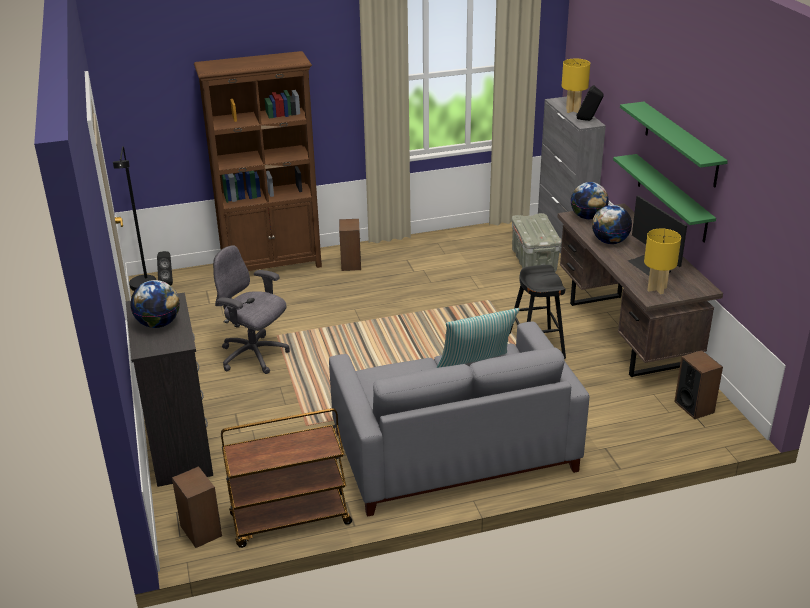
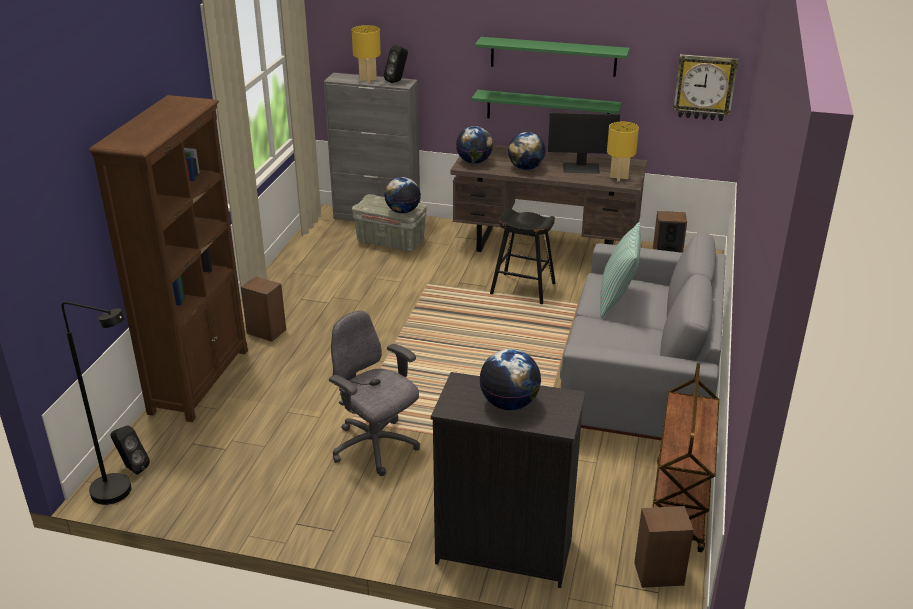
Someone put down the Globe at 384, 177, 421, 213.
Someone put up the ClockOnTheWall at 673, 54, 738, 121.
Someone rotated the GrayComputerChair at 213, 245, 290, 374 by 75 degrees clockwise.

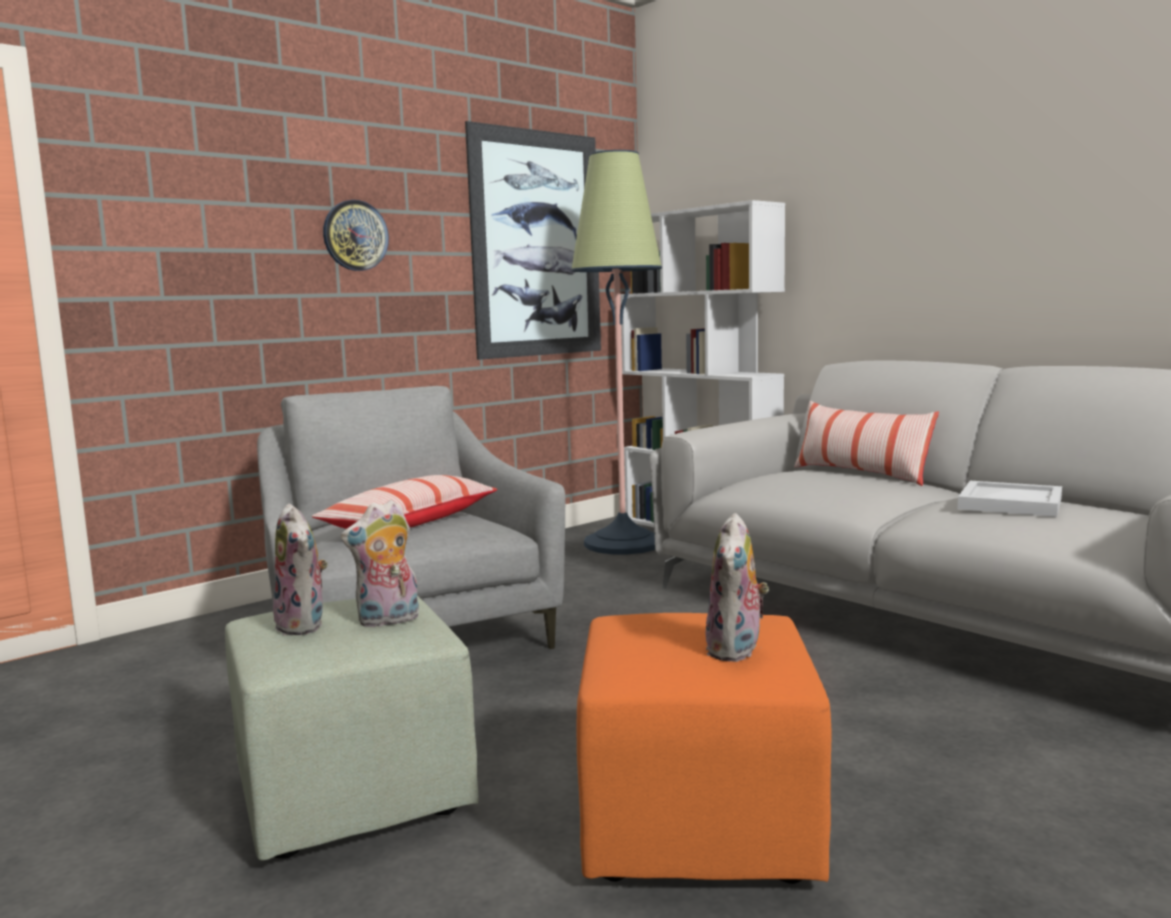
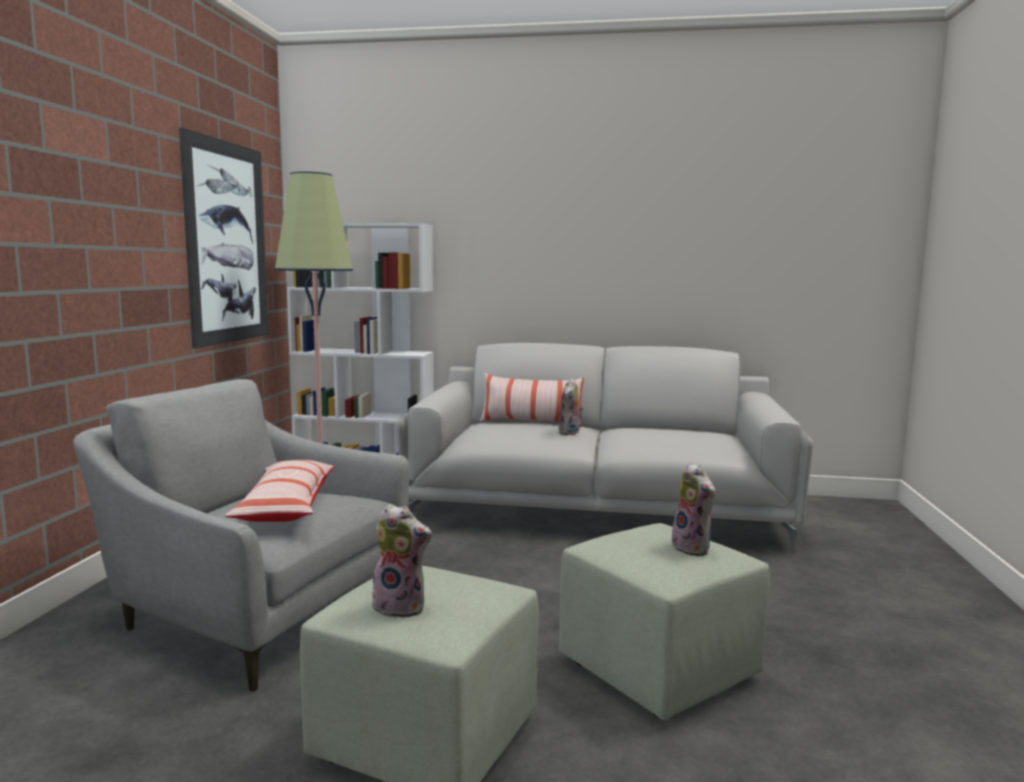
Someone took away the ClockOnTheWall at 323, 200, 389, 271.
Someone took away the WhiteColouredCarryingTray at 958, 481, 1062, 517.
Someone carried the SoftToy from 341, 500, 419, 627 to 558, 378, 584, 436.
Someone repainted the OrangeColouredOttoman at 577, 613, 832, 884, which became the GreenColouredOttoman at 559, 523, 770, 720.

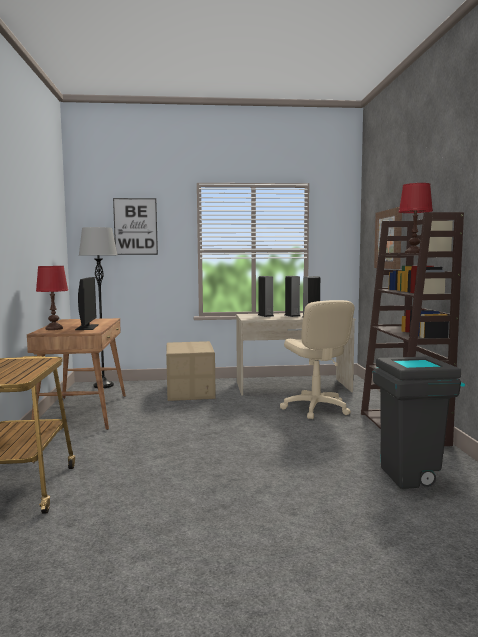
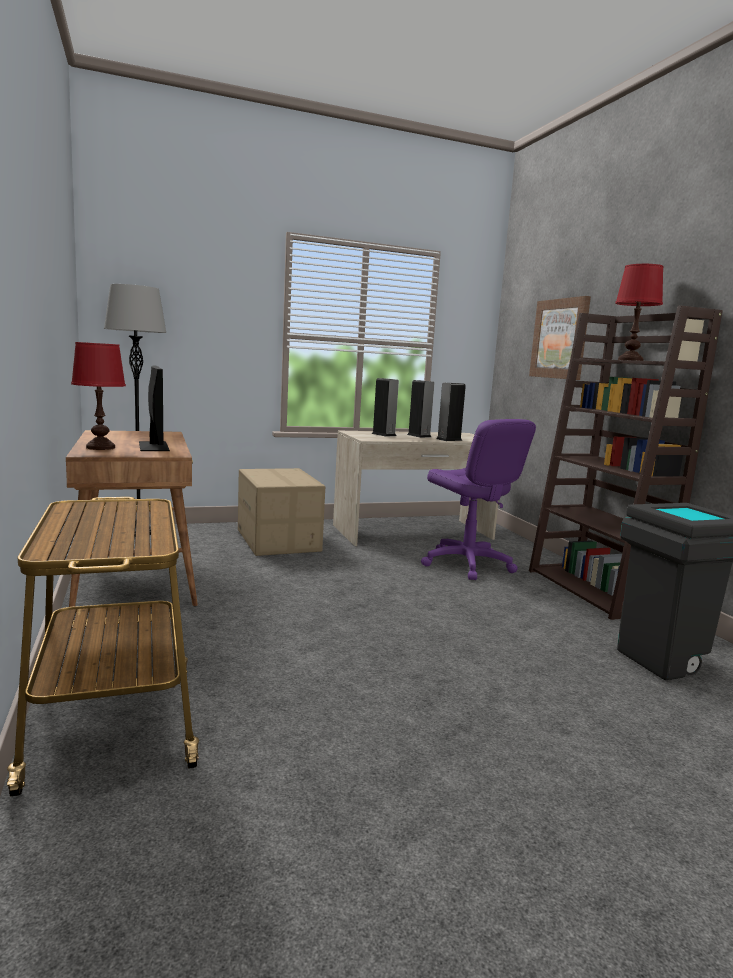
Someone took away the WallArt at 113, 198, 158, 255.
Someone repainted the SandColouredComputerChair at 280, 300, 355, 419, which became the PurpleColouredComputerChair at 421, 419, 536, 580.

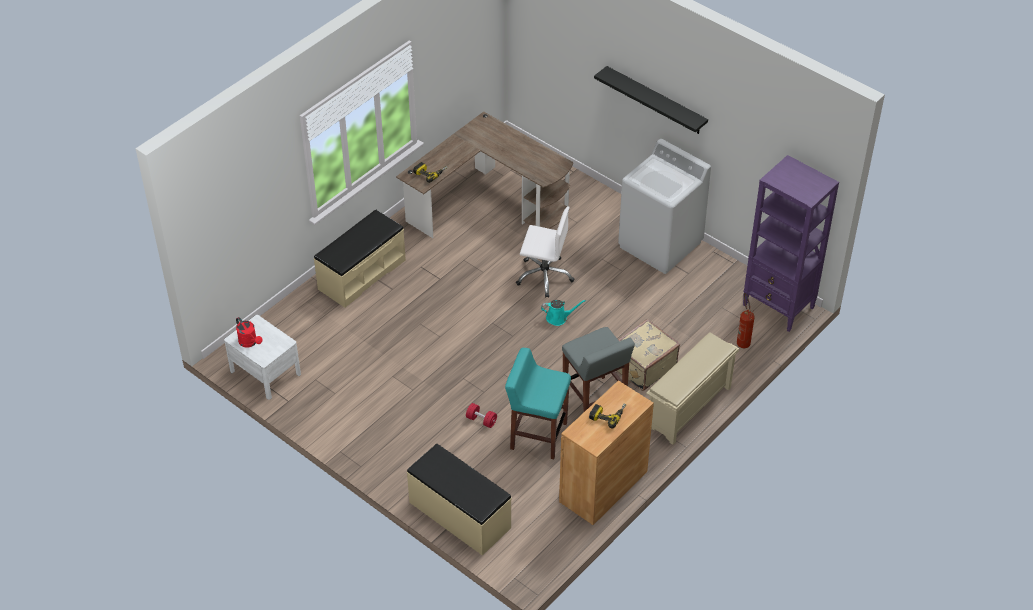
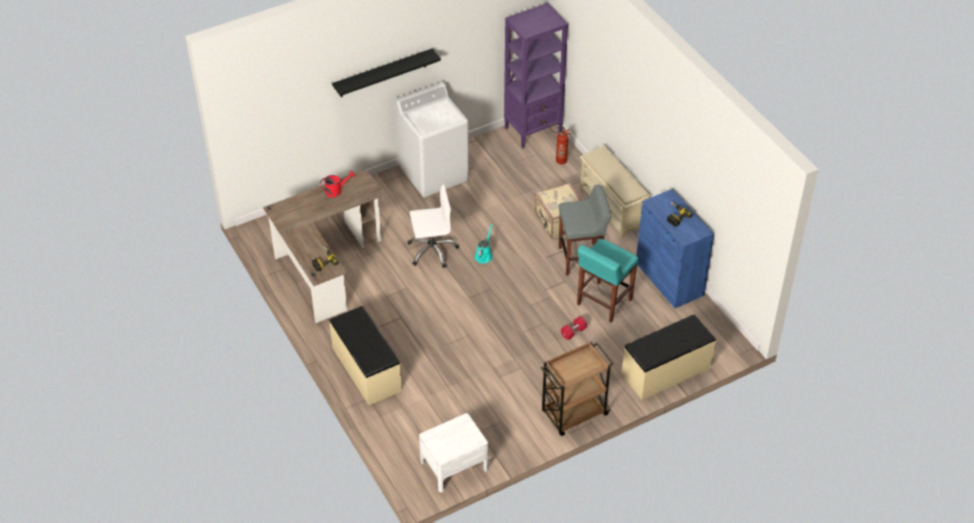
Someone put down the BrownColouredWheeledCart at 541, 342, 614, 436.
Someone carried the ReddishWateringCan from 236, 317, 262, 348 to 320, 171, 355, 198.
Someone repainted the BrownColouredStorageCabinet at 559, 380, 654, 525, which became the BlueStorageCabinet at 636, 189, 714, 308.
Someone rotated the WhiteColouredComputerChair at 516, 206, 574, 298 by 45 degrees clockwise.

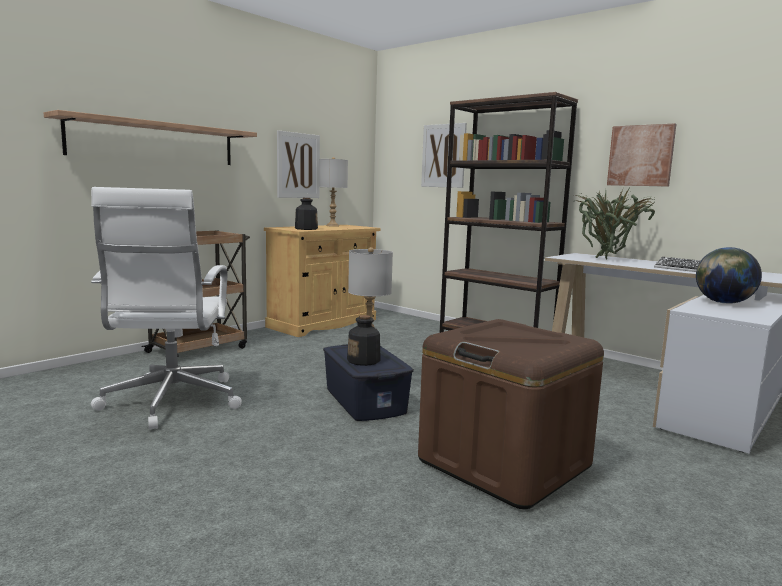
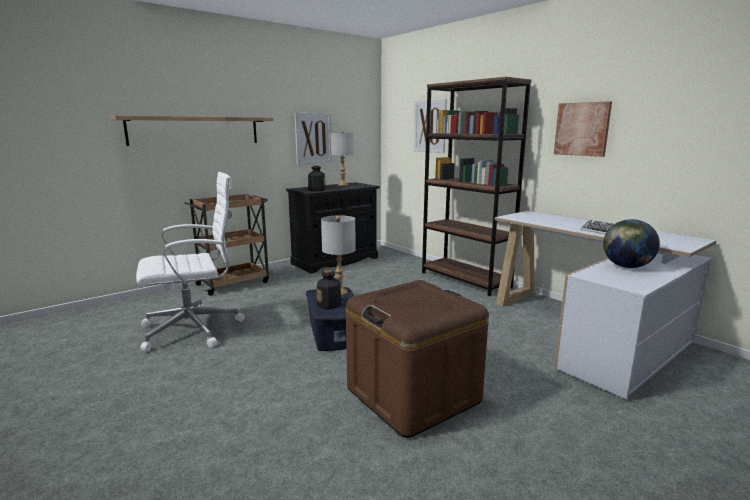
Someone took away the PottedPlant at 575, 186, 657, 260.
Someone repainted the SandColouredStorageCabinet at 264, 225, 381, 337, which became the BlackStorageCabinet at 286, 182, 380, 273.
Someone rotated the WhiteColouredComputerChair at 91, 187, 242, 430 by 120 degrees counterclockwise.

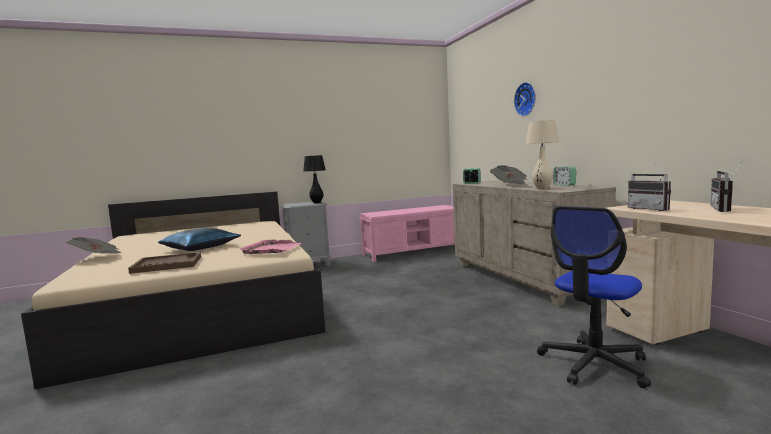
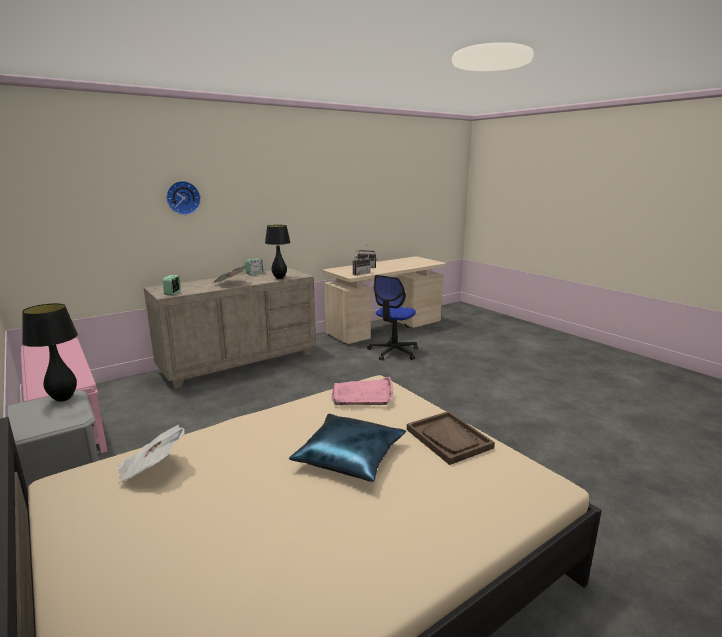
Someone carried the Newspaper from 66, 237, 121, 254 to 118, 425, 184, 484.
Someone repainted the SandColouredTableLamp at 526, 120, 559, 189, which became the BlackTableLamp at 265, 225, 291, 279.
Someone rotated the ComputerChair at 537, 206, 651, 388 by 90 degrees clockwise.

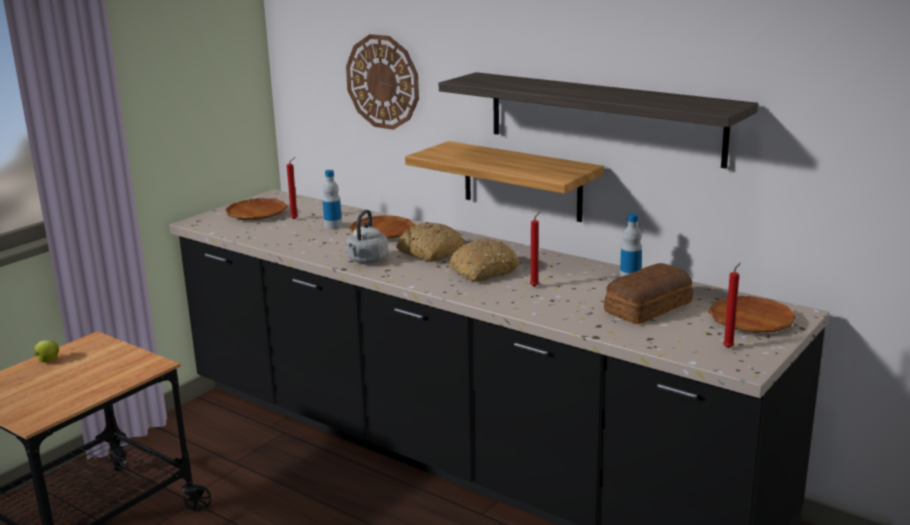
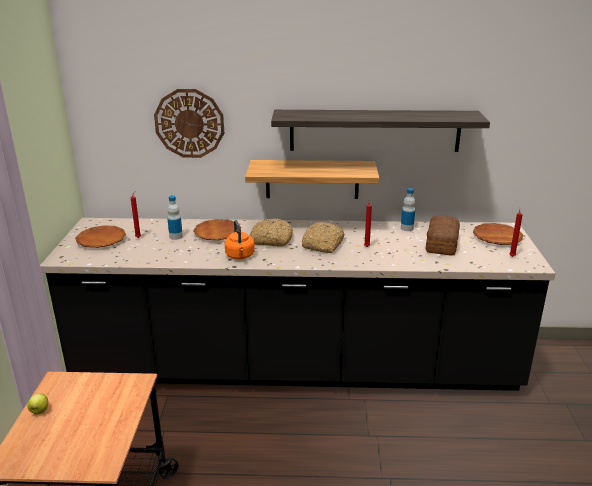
Someone repainted the GrayKettle at 347, 210, 388, 263, which became the OrangeColouredKettle at 225, 220, 255, 259.

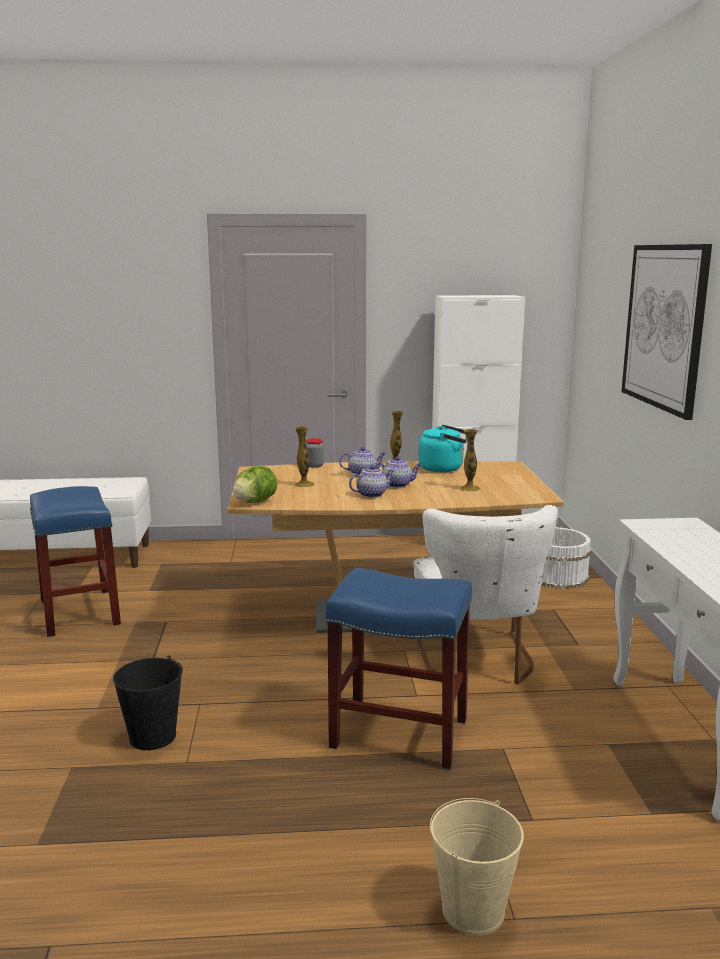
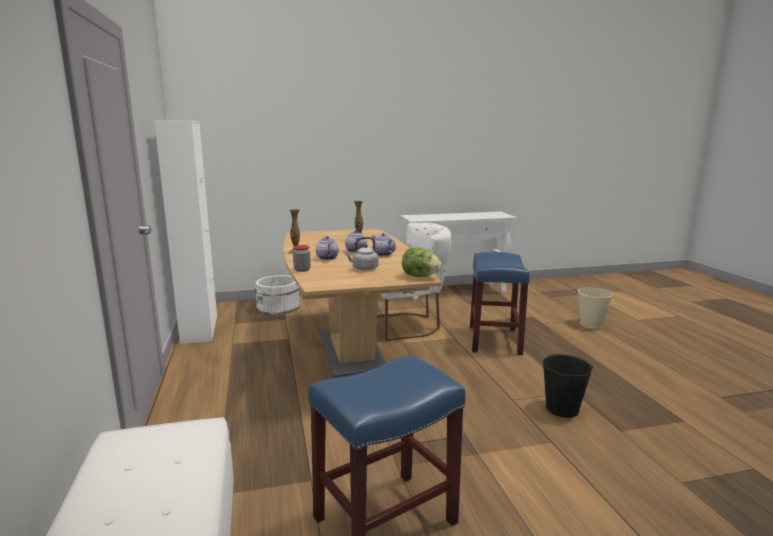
Someone took away the TurquoiseColouredKettle at 418, 425, 467, 472.
Someone took away the WallArt at 621, 244, 712, 420.
Someone swapped the FlowerVase at 294, 426, 315, 487 for the GrayKettle at 345, 237, 379, 271.

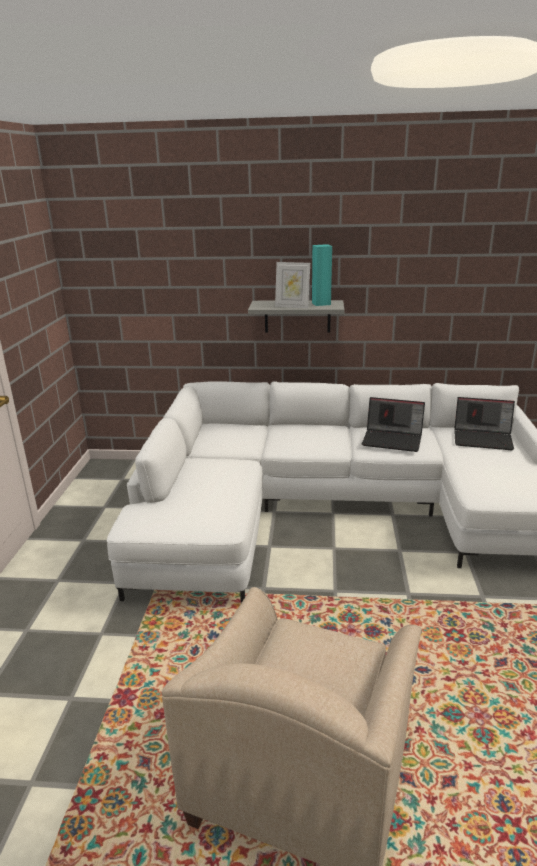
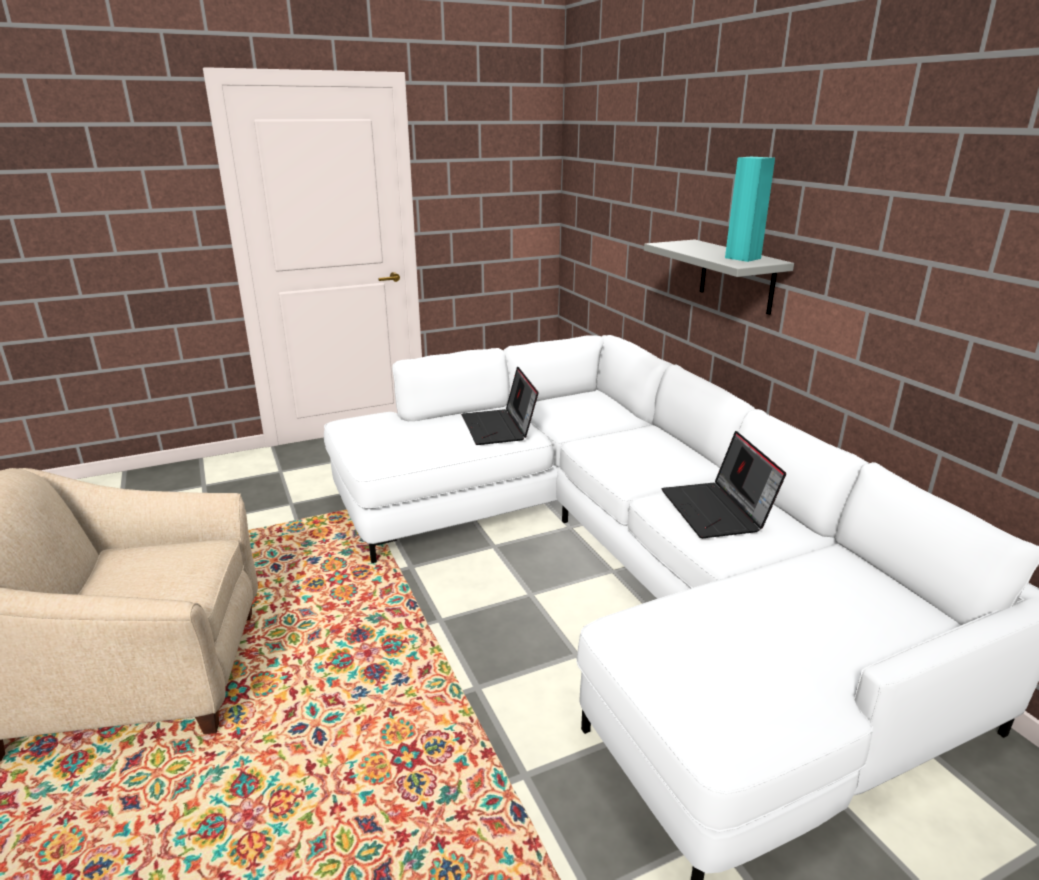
Someone took away the PhotoFrame at 275, 262, 310, 308.
Someone carried the NotebookComputer from 454, 397, 515, 450 to 461, 366, 539, 445.

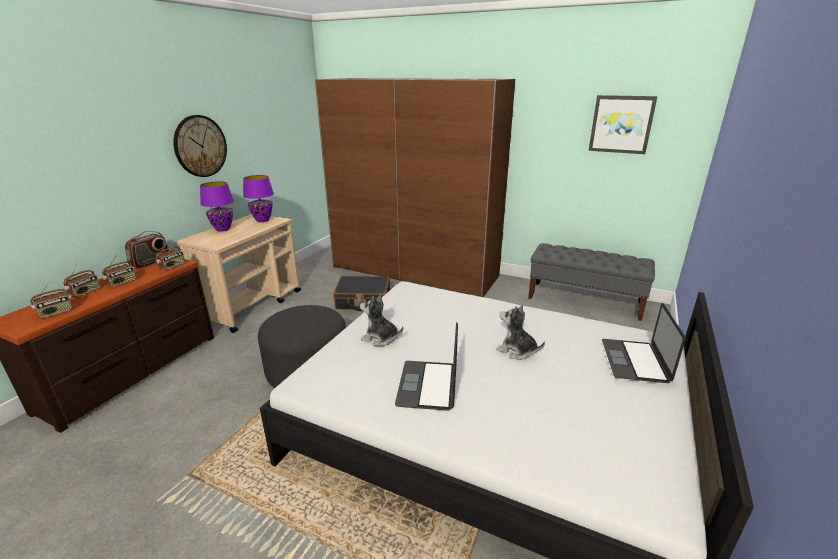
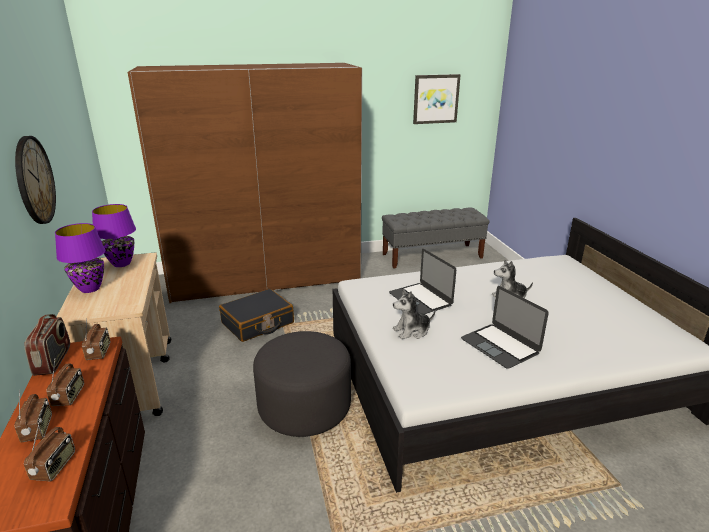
Someone carried the NotebookComputer from 602, 303, 686, 383 to 389, 249, 456, 314.

